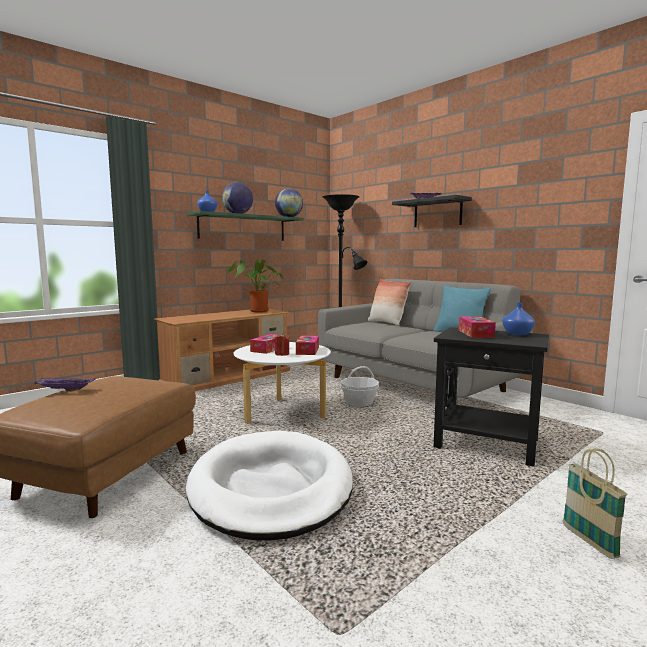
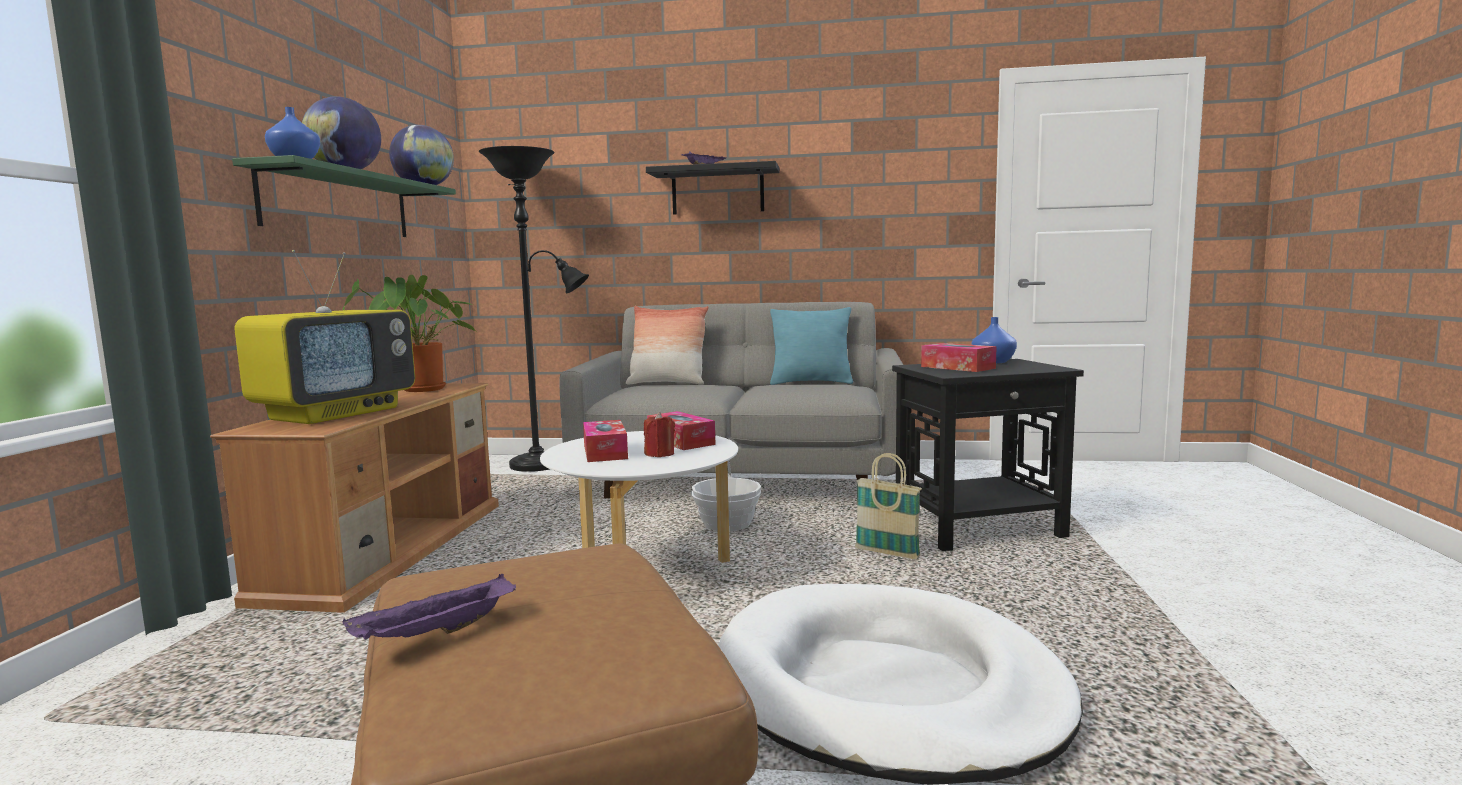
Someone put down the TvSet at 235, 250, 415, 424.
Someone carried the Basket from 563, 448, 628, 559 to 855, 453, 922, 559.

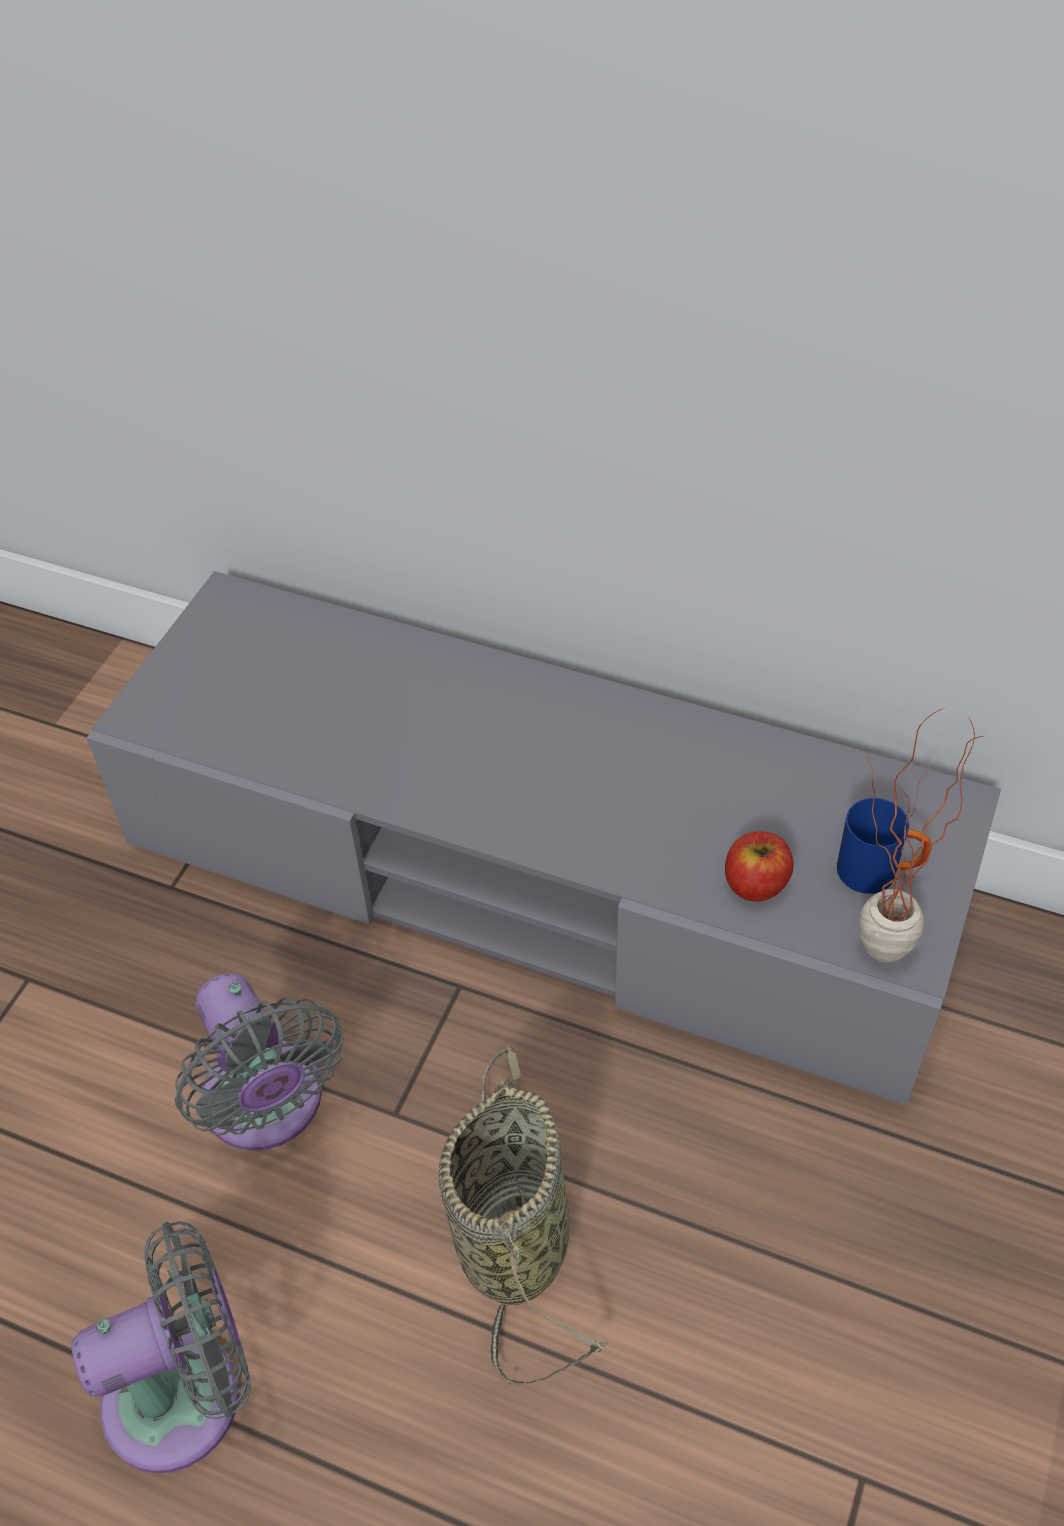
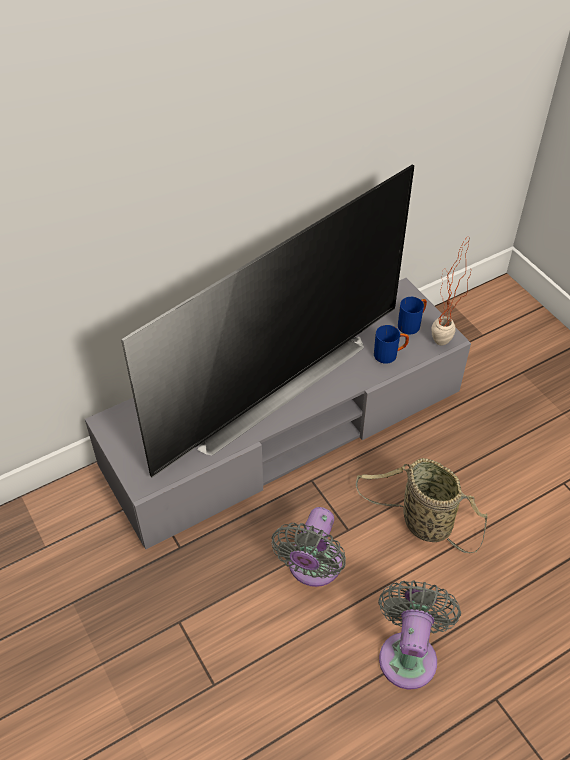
Someone put down the TvSet at 121, 164, 415, 478.
Someone swapped the WholeApple at 725, 831, 794, 902 for the BlueCoffeeMug at 374, 325, 409, 364.
Someone rotated the GrayCoolingFan at 175, 973, 344, 1151 by 105 degrees clockwise.

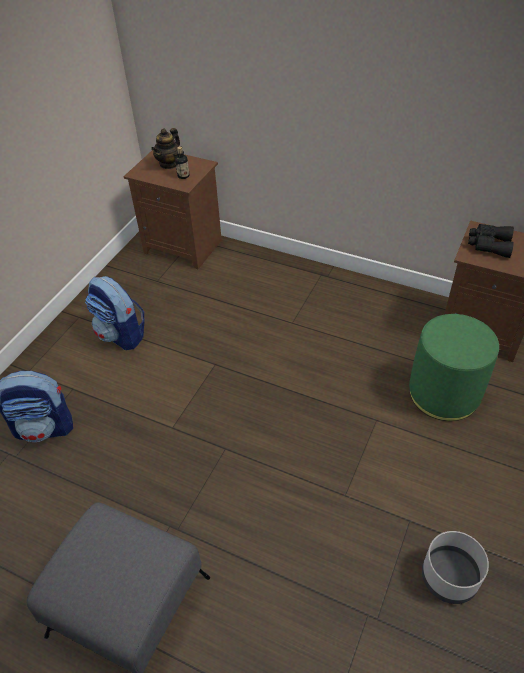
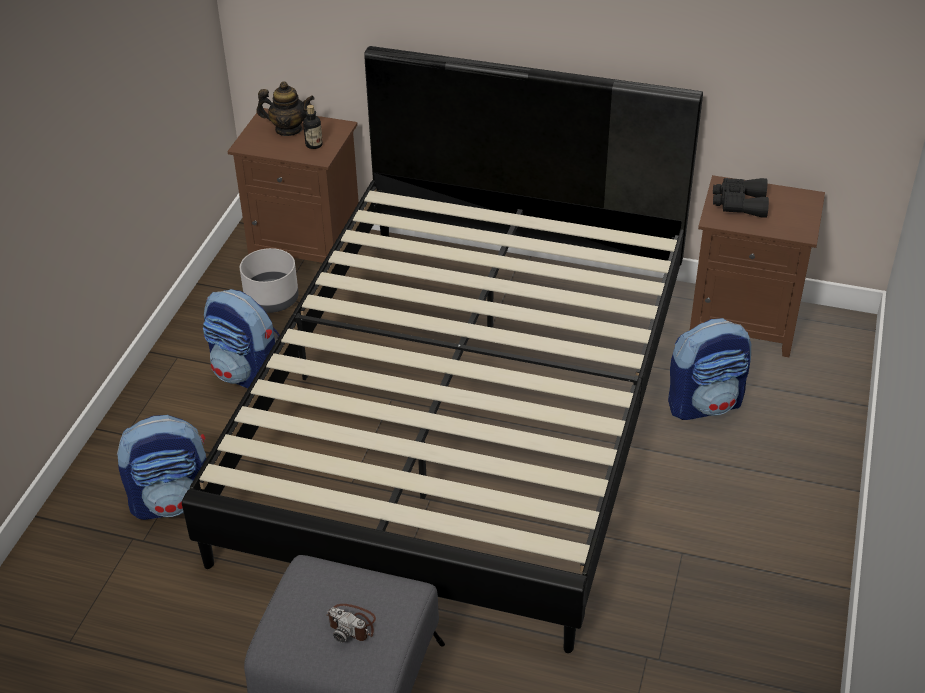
Someone put down the BlackBedroomBed at 182, 46, 703, 653.
Someone put down the PhotoCamera at 327, 604, 376, 643.
Someone carried the GrayFlowerPot from 422, 531, 489, 604 to 240, 248, 299, 313.
Someone swapped the GreenColouredOttoman at 409, 314, 499, 421 for the Knapsack at 668, 318, 751, 420.
Someone rotated the TeaPot at 151, 128, 180, 169 by 105 degrees counterclockwise.

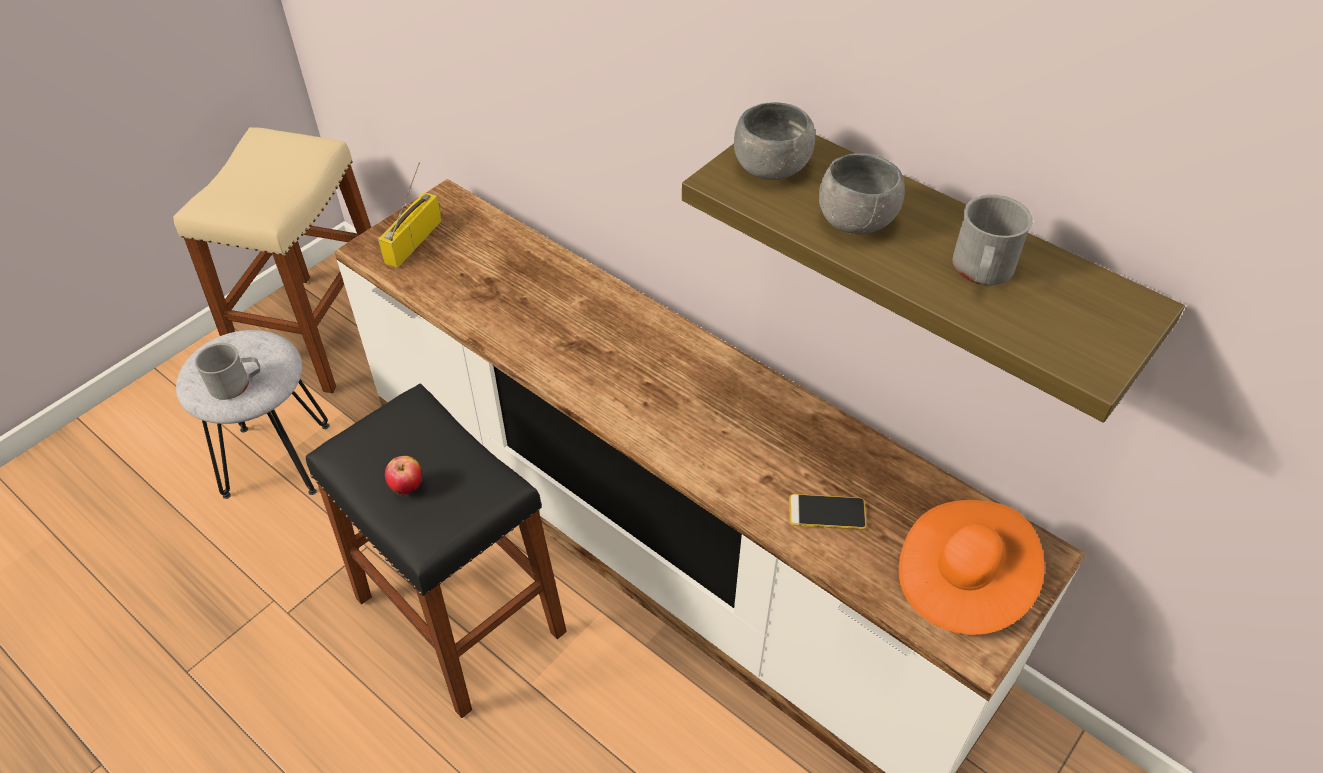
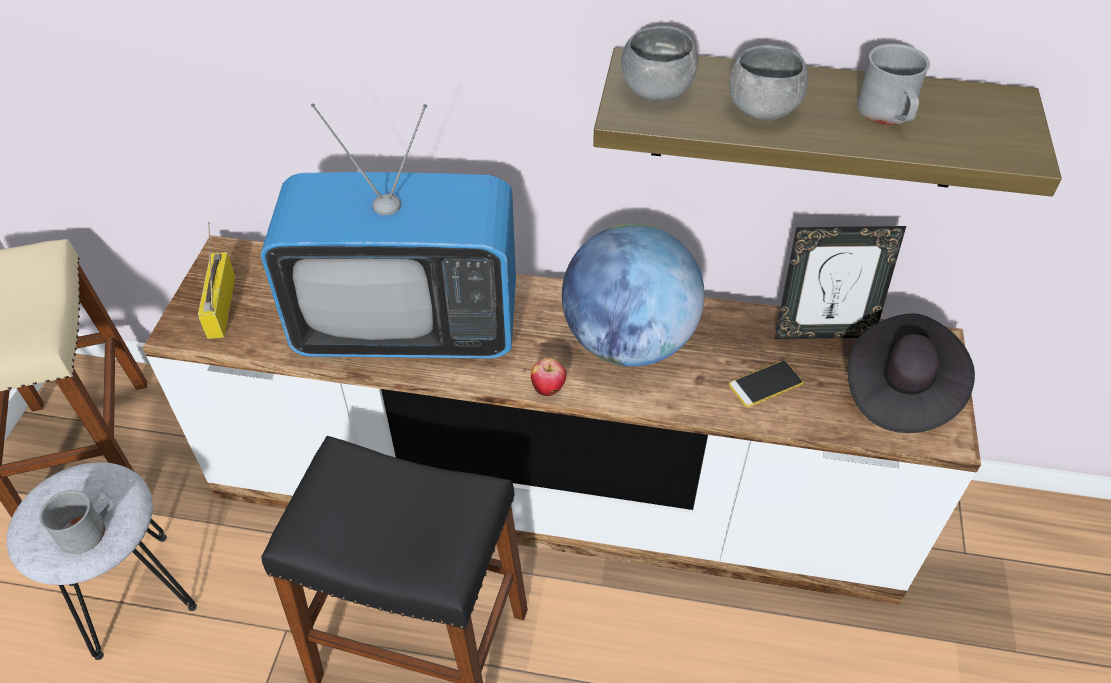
Someone put down the TvSet at 261, 104, 516, 359.
Someone put down the Globe at 562, 224, 705, 366.
Someone put down the PhotoFrame at 775, 226, 906, 339.
Someone carried the WholeApple from 385, 456, 422, 496 to 531, 358, 566, 396.
Someone repainted the OrangeColouredWearableHat at 899, 500, 1045, 635, which became the BlackWearableHat at 848, 313, 975, 433.

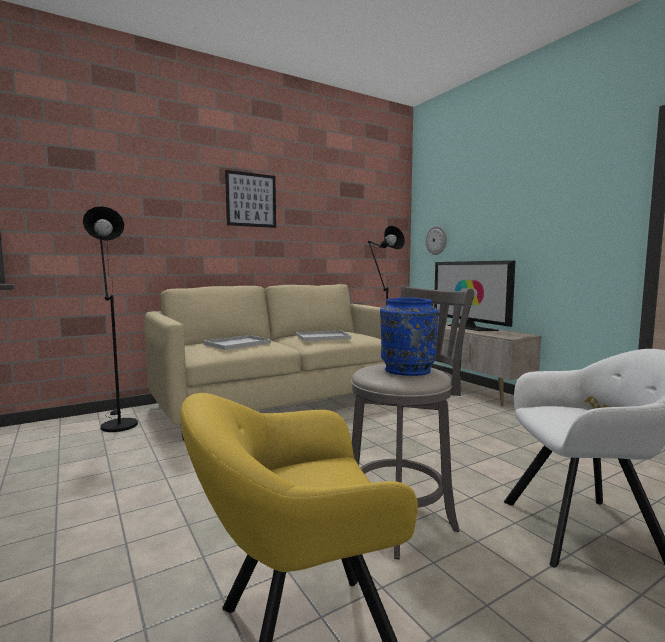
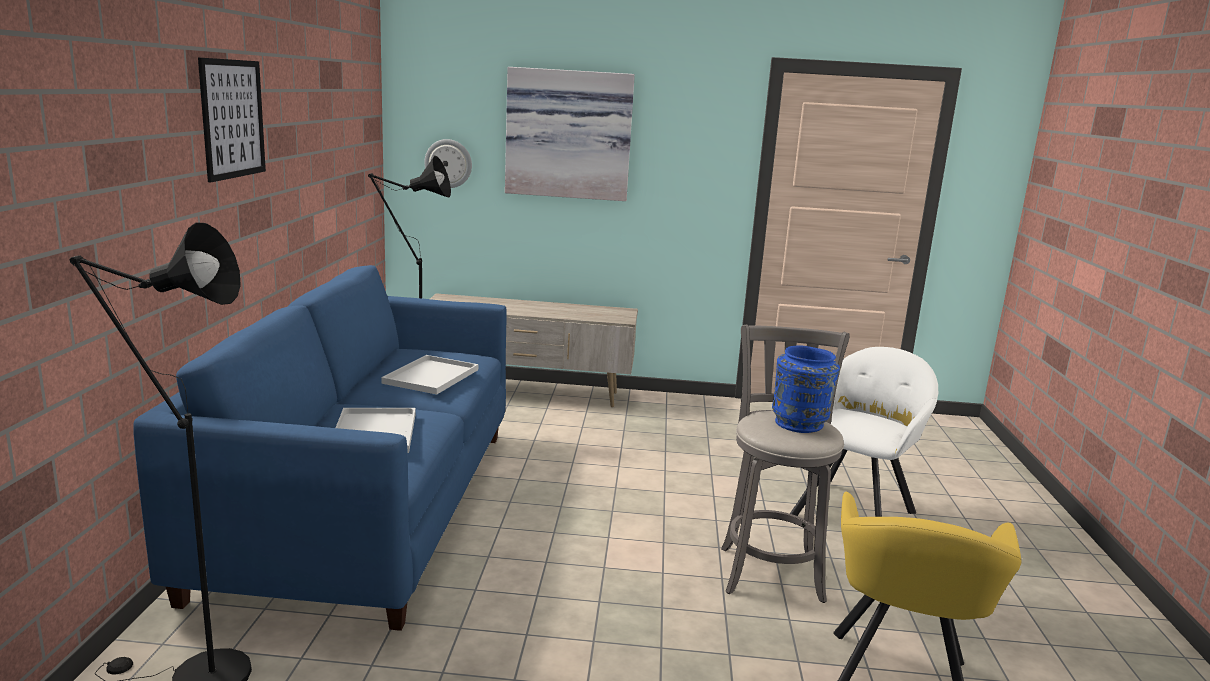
Someone took away the TvSet at 434, 260, 516, 331.
Someone put up the WallArt at 505, 67, 635, 201.
Someone repainted the SandColouredSettee at 145, 284, 385, 442, which became the BlueSettee at 133, 265, 507, 631.

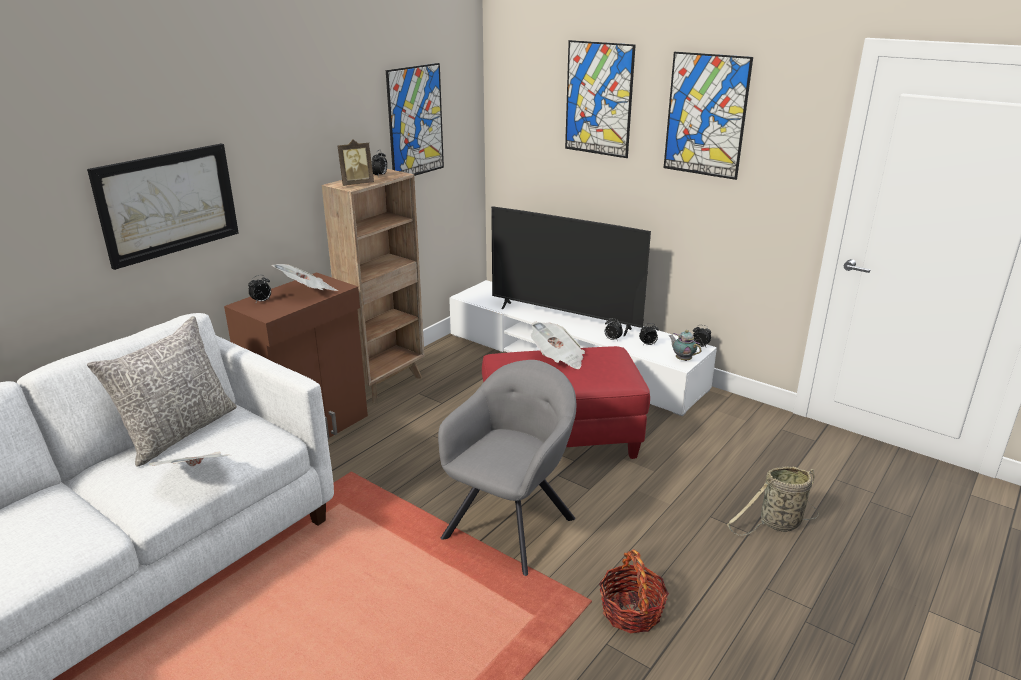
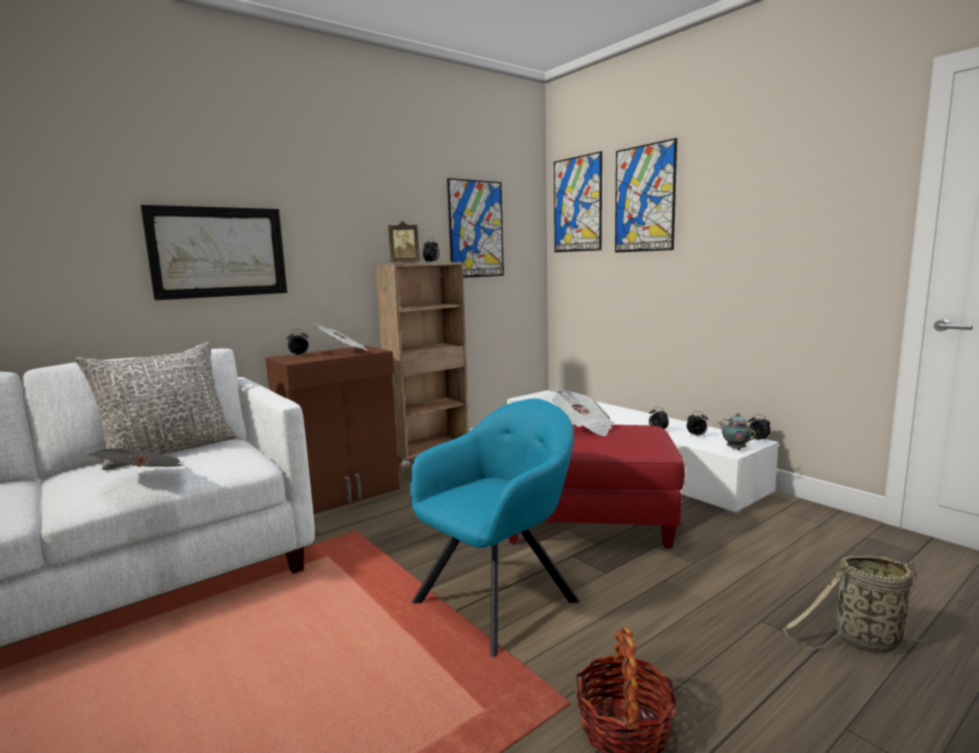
Someone took away the TvSet at 491, 206, 651, 336.
Someone carried the WallArt from 664, 52, 753, 180 to 554, 151, 602, 252.
Someone repainted the GrayArmchair at 438, 360, 576, 576, which became the TurquoiseColouredArmchair at 410, 398, 579, 657.

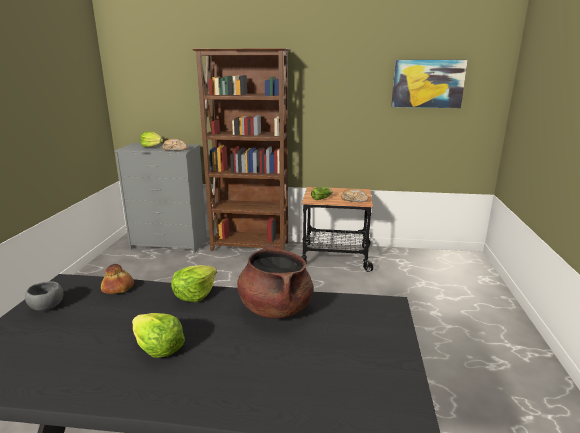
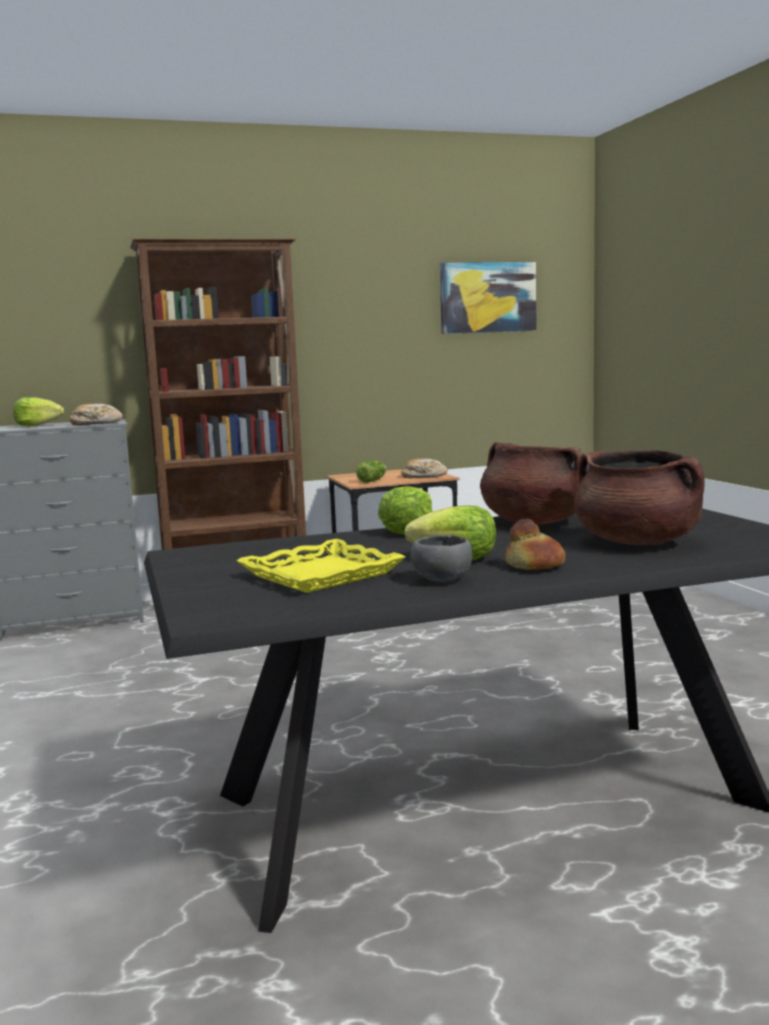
Someone put down the YellowColouredCarryingTray at 236, 539, 405, 593.
Someone put down the BrownColouredCookingPot at 574, 450, 704, 545.
Someone carried the GrayDeepDish from 25, 281, 63, 311 to 410, 535, 472, 582.
Someone carried the Bread from 101, 264, 134, 294 to 505, 519, 565, 570.

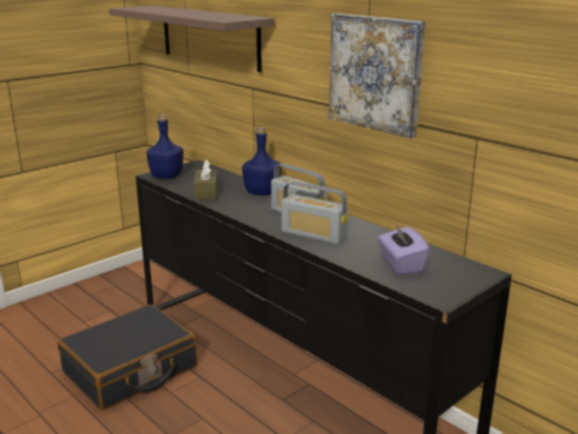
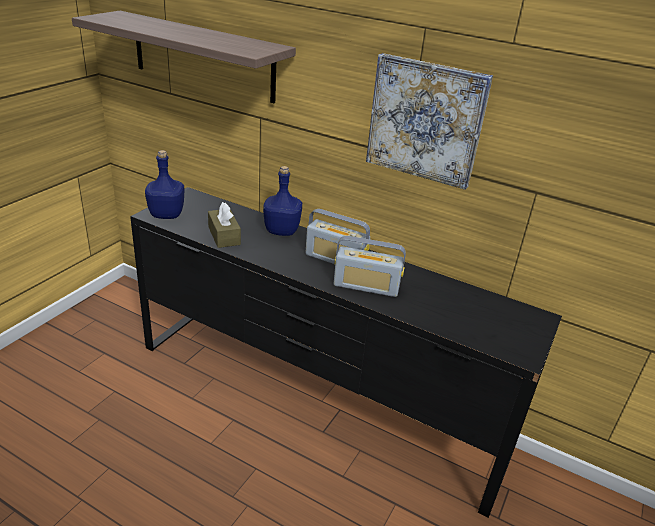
Someone took away the BlackSuitcase at 57, 304, 197, 410.
Someone took away the PurpleColouredTissueBox at 378, 223, 430, 275.

